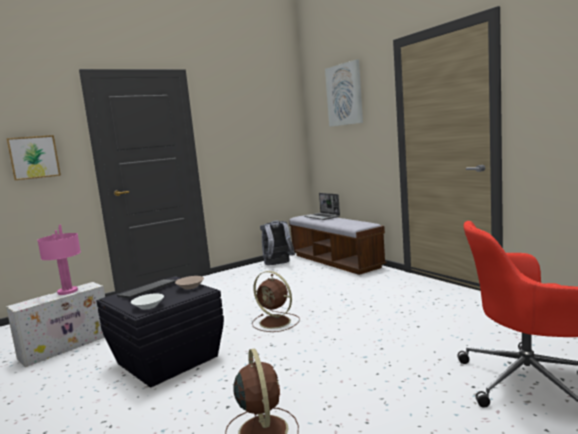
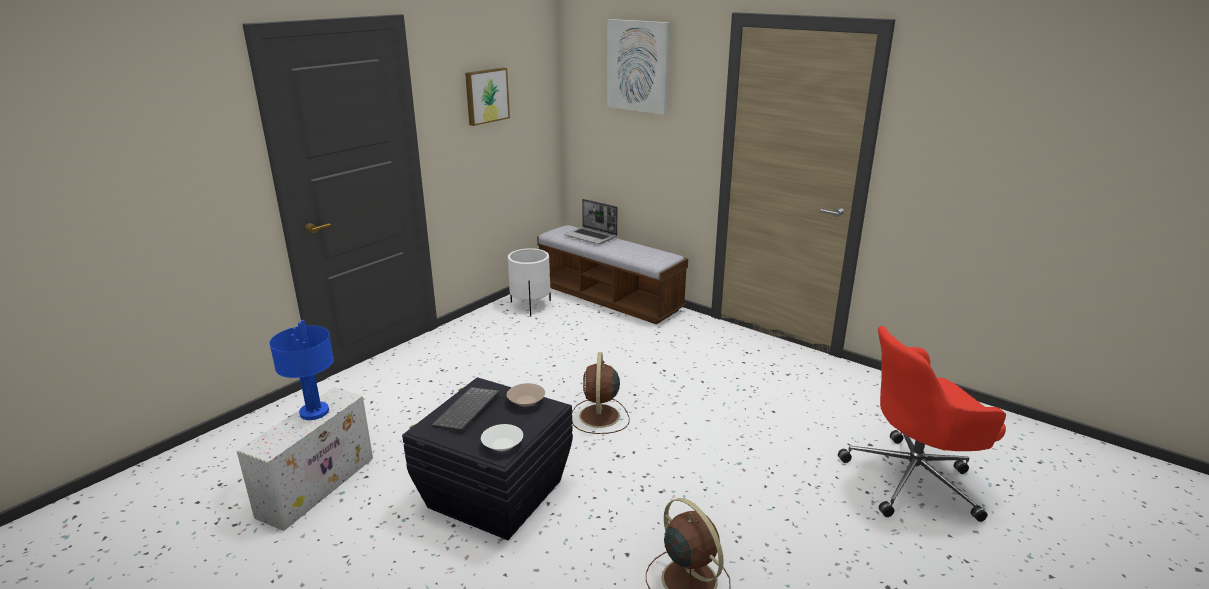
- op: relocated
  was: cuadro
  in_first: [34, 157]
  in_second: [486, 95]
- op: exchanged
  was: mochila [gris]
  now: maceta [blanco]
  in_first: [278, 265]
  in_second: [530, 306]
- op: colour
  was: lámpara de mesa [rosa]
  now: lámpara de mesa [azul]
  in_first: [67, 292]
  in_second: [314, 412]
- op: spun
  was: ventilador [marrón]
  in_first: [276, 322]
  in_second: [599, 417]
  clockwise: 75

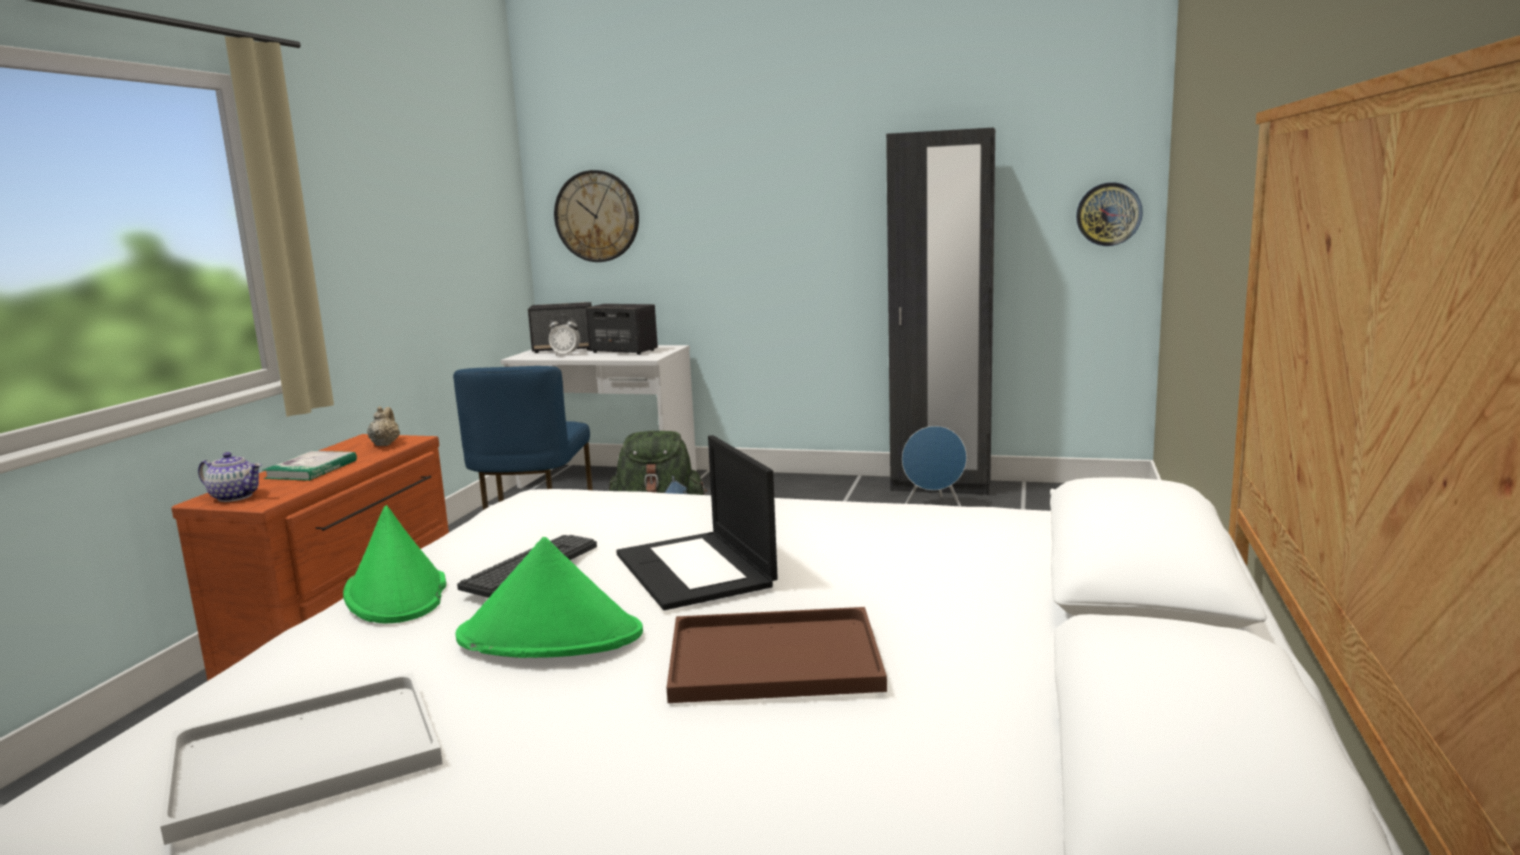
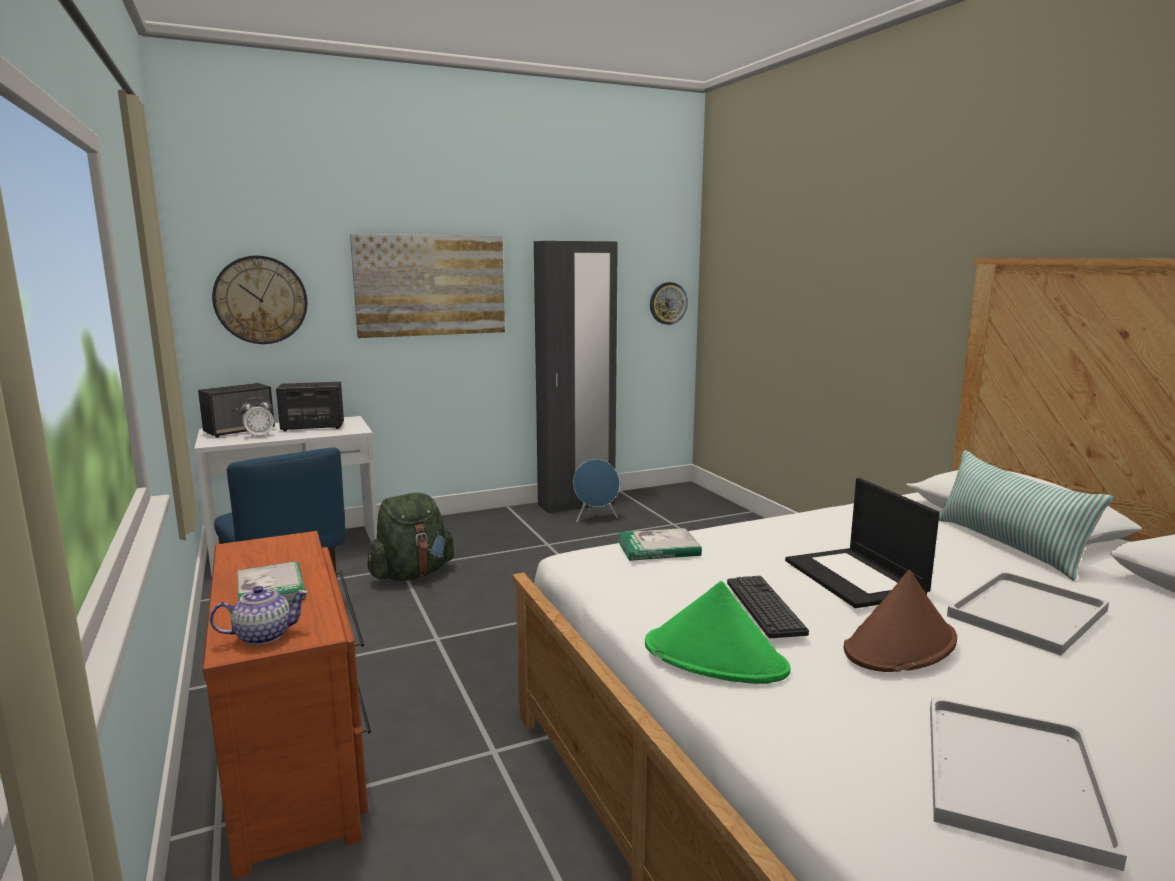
- op: missing
  was: tetera [beis]
  in_first: [385, 444]
- op: appeared
  now: cuadro
  in_second: [431, 285]
- op: appeared
  now: libro
  in_second: [658, 548]
- op: appeared
  now: cojín
  in_second: [1008, 546]
- op: colour
  was: sombrero [verde]
  now: sombrero [marrón]
  in_first: [551, 636]
  in_second: [900, 645]
- op: colour
  was: bandeja [marrón]
  now: bandeja [blanco]
  in_first: [778, 657]
  in_second: [1027, 612]
- op: spun
  was: portátil
  in_first: [696, 570]
  in_second: [856, 578]
  clockwise: 45

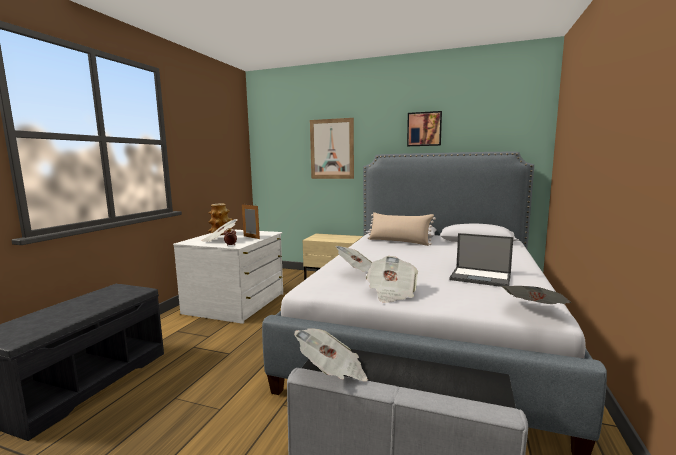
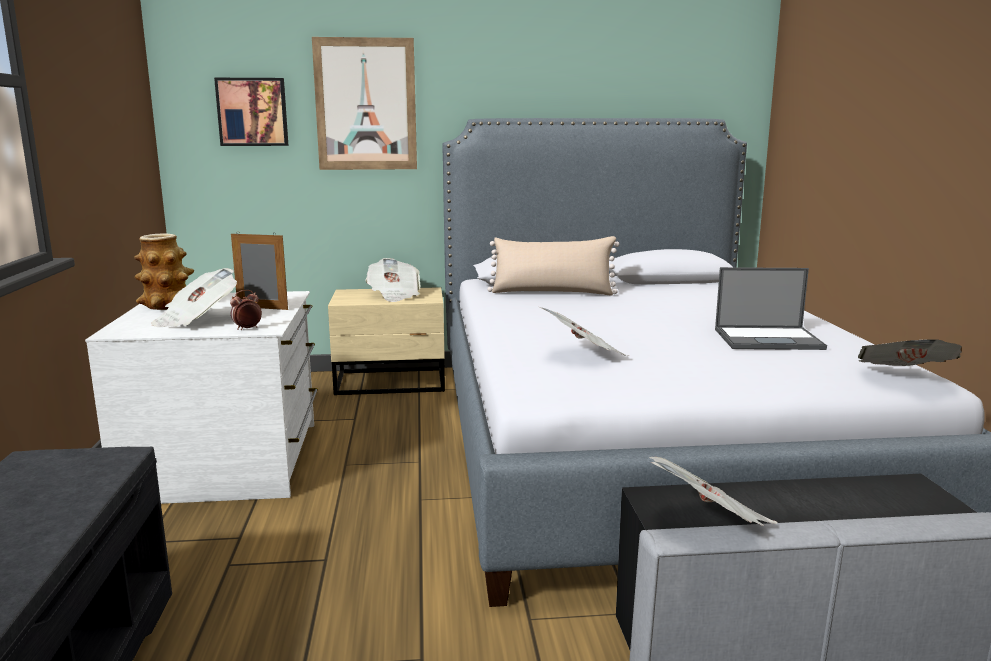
- op: relocated
  was: periódico
  in_first: [391, 293]
  in_second: [394, 295]
- op: relocated
  was: cuadro
  in_first: [424, 129]
  in_second: [252, 112]

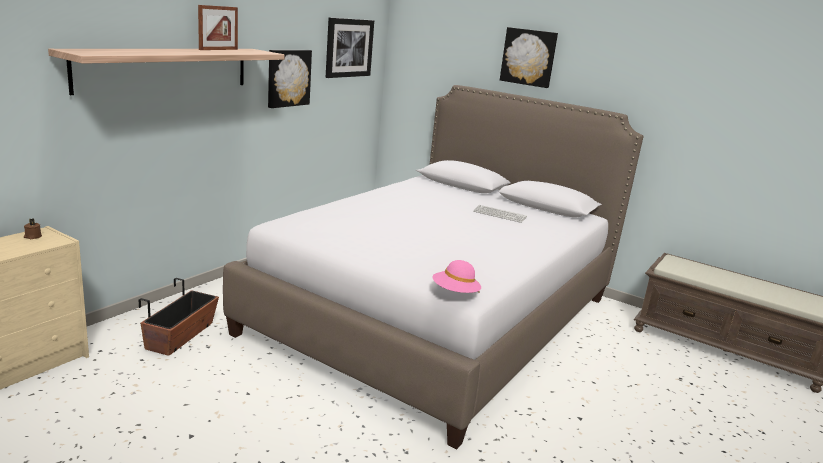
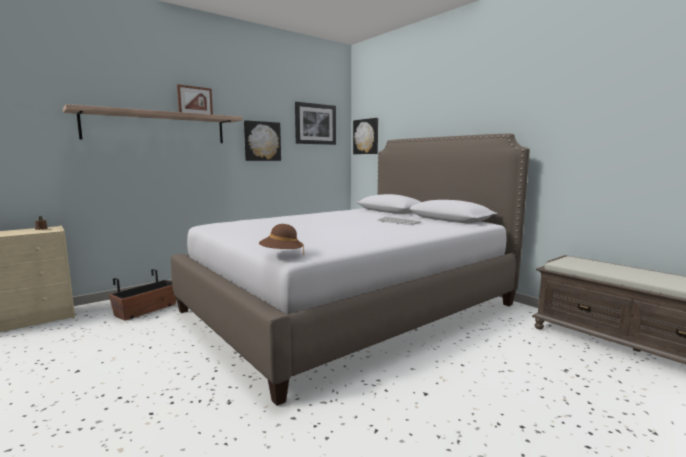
- op: relocated
  was: cuadro
  in_first: [529, 57]
  in_second: [366, 136]
- op: colour
  was: sombrero [rosa]
  now: sombrero [marrón]
  in_first: [455, 293]
  in_second: [281, 255]

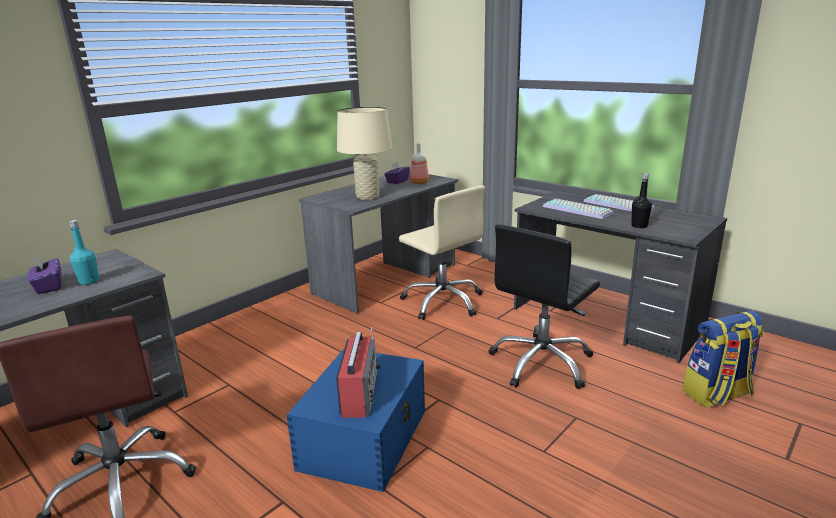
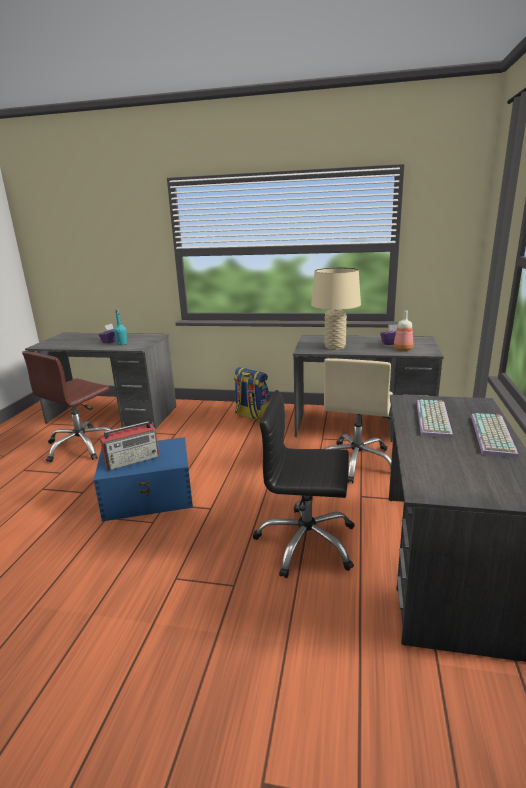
- op: missing
  was: botella [negro]
  in_first: [639, 226]
- op: relocated
  was: mochila
  in_first: [717, 395]
  in_second: [252, 416]

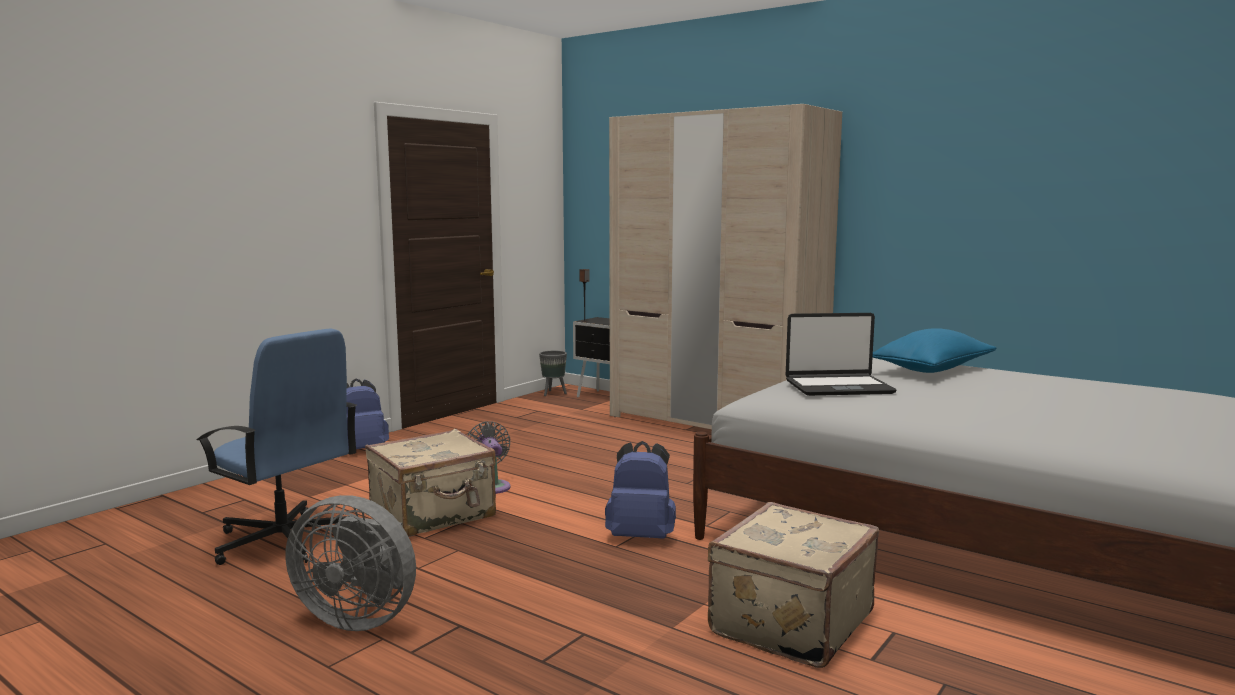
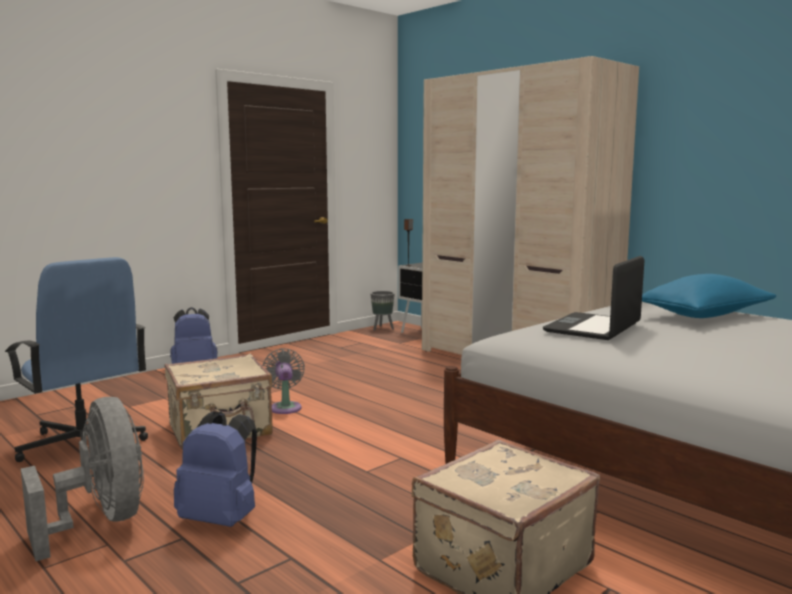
- op: relocated
  was: mochila [azul]
  in_first: [641, 536]
  in_second: [222, 519]
- op: spun
  was: ventilador [gris]
  in_first: [360, 617]
  in_second: [101, 521]
  clockwise: -150
- op: spun
  was: portátil
  in_first: [838, 387]
  in_second: [593, 328]
  clockwise: 120

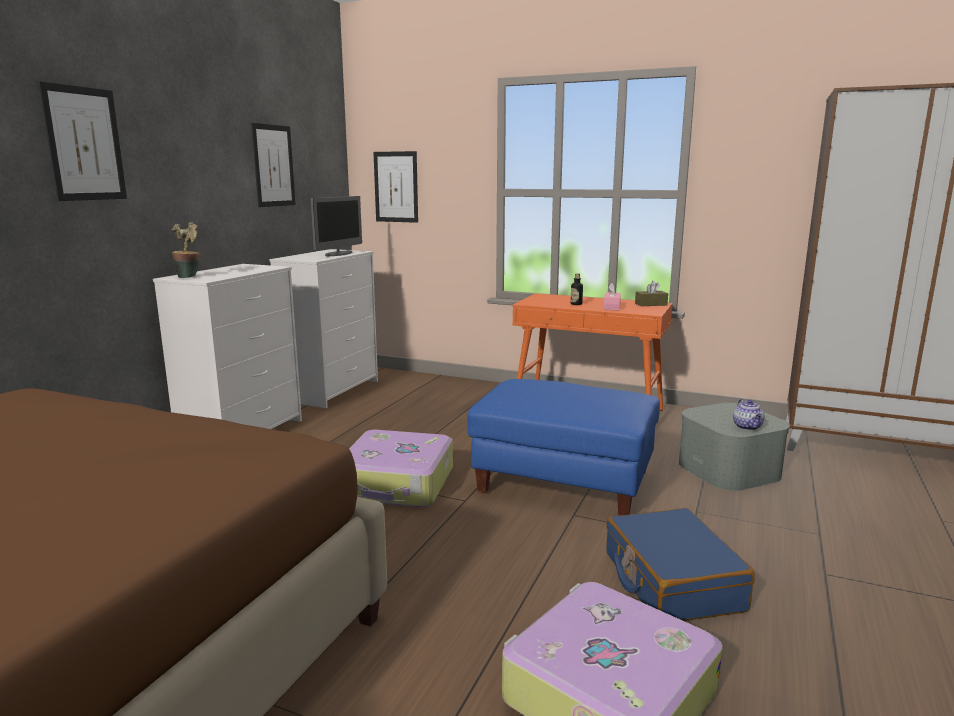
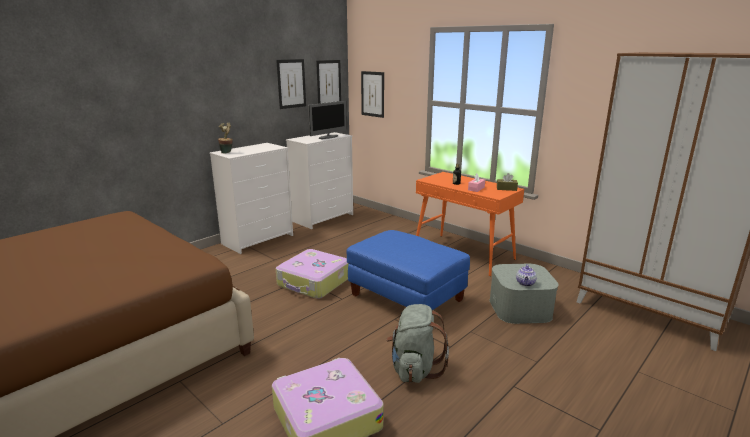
- op: relocated
  was: cuadro
  in_first: [84, 144]
  in_second: [328, 83]
- op: exchanged
  was: maleta [azul]
  now: mochila [gris]
  in_first: [671, 581]
  in_second: [414, 369]

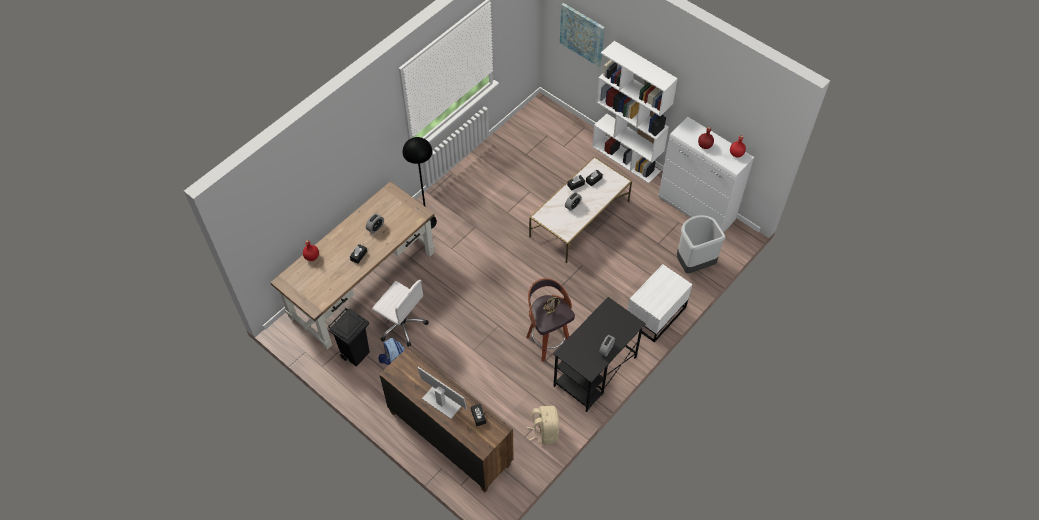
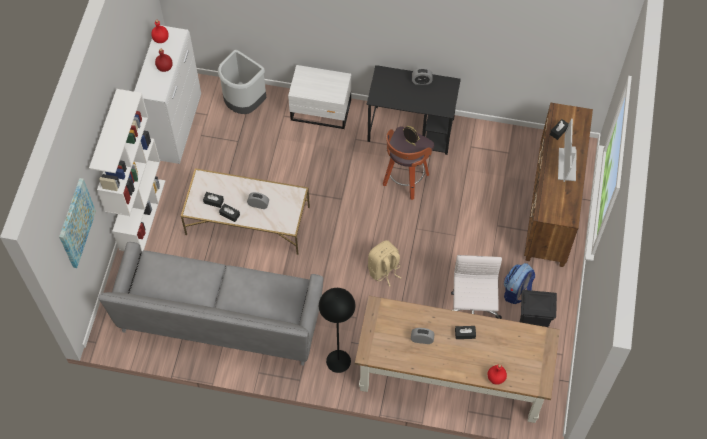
- op: appeared
  now: sofá [gris]
  in_second: [220, 318]
- op: relocated
  was: mochila [beis]
  in_first: [544, 431]
  in_second: [384, 270]

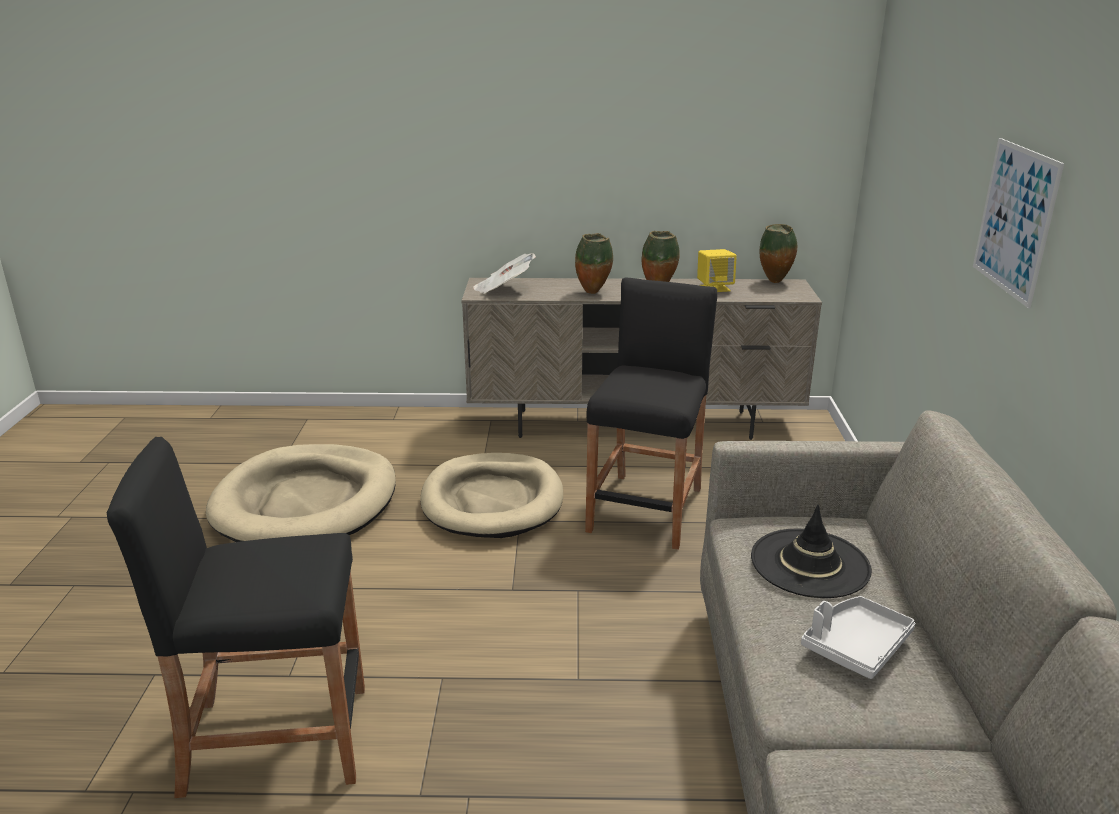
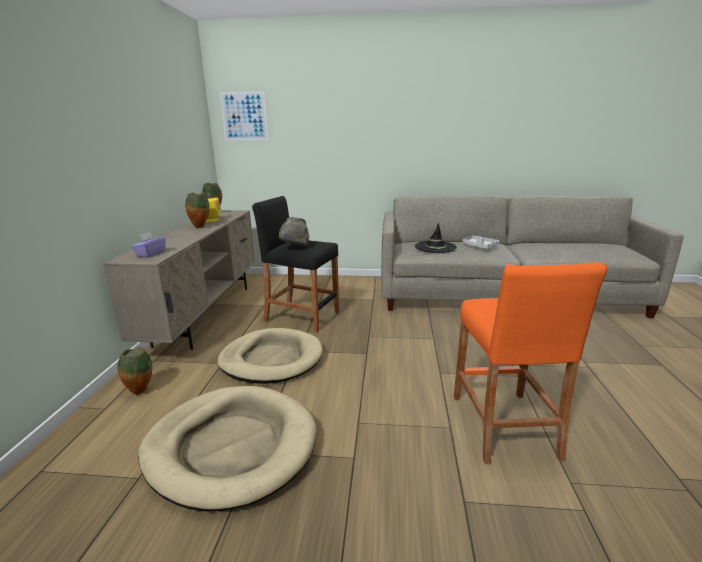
- op: appeared
  now: sombrero [gris]
  in_second: [294, 248]
- op: relocated
  was: florero
  in_first: [593, 293]
  in_second: [140, 391]
- op: relocated
  was: cuadro
  in_first: [1014, 220]
  in_second: [244, 116]
- op: exchanged
  was: periódico
  now: caja de pañuelos [morado]
  in_first: [503, 290]
  in_second: [151, 254]
- op: colour
  was: taburete [negro]
  now: taburete [naranja]
  in_first: [276, 739]
  in_second: [503, 425]

